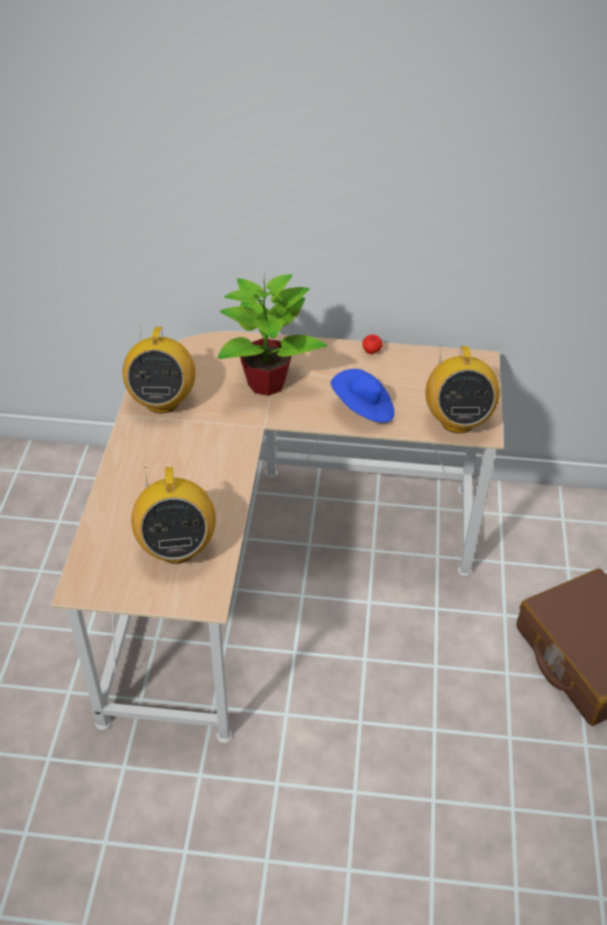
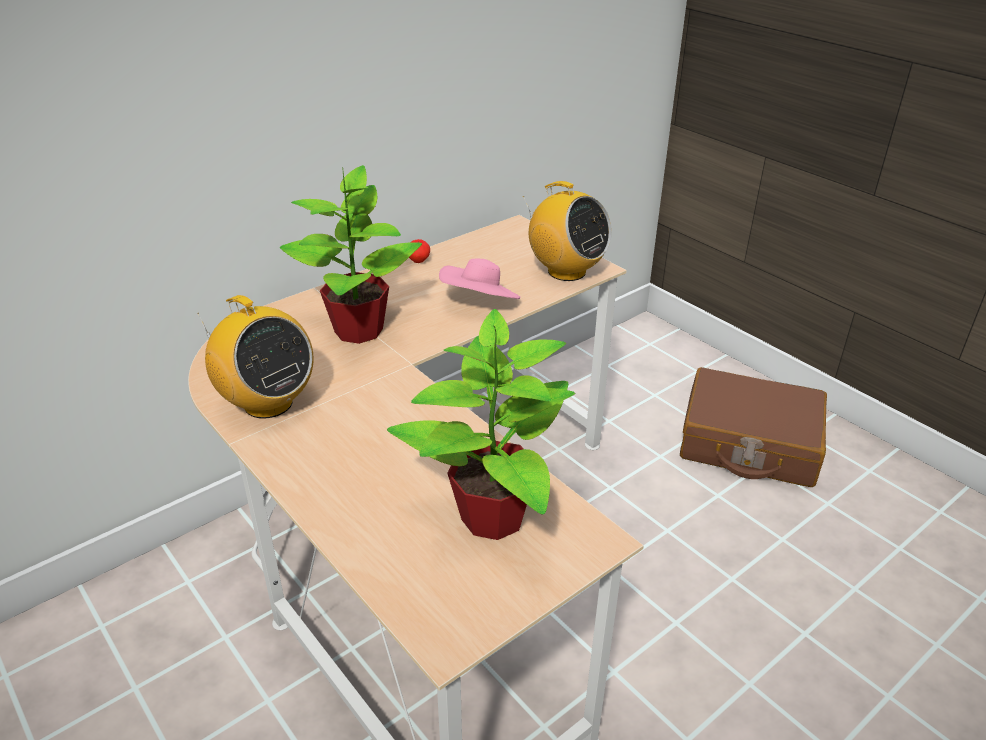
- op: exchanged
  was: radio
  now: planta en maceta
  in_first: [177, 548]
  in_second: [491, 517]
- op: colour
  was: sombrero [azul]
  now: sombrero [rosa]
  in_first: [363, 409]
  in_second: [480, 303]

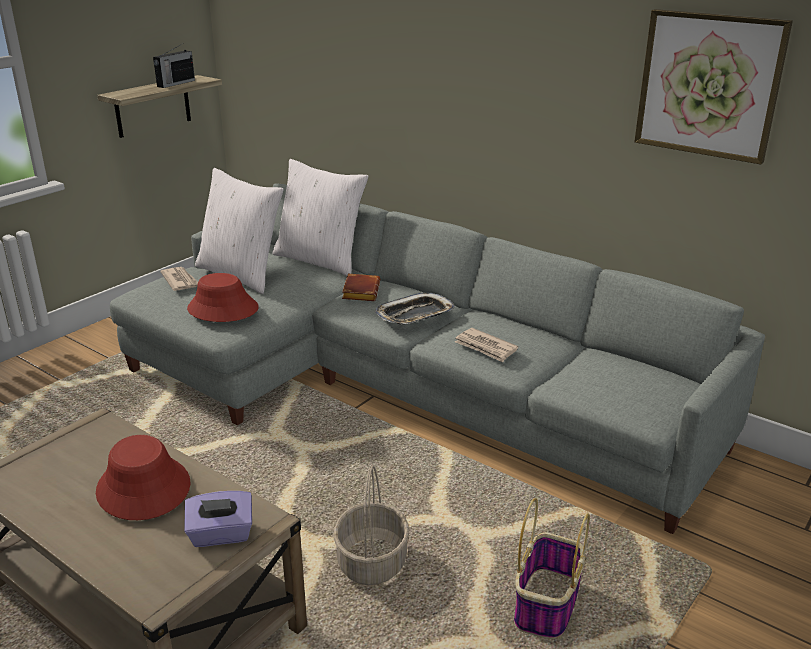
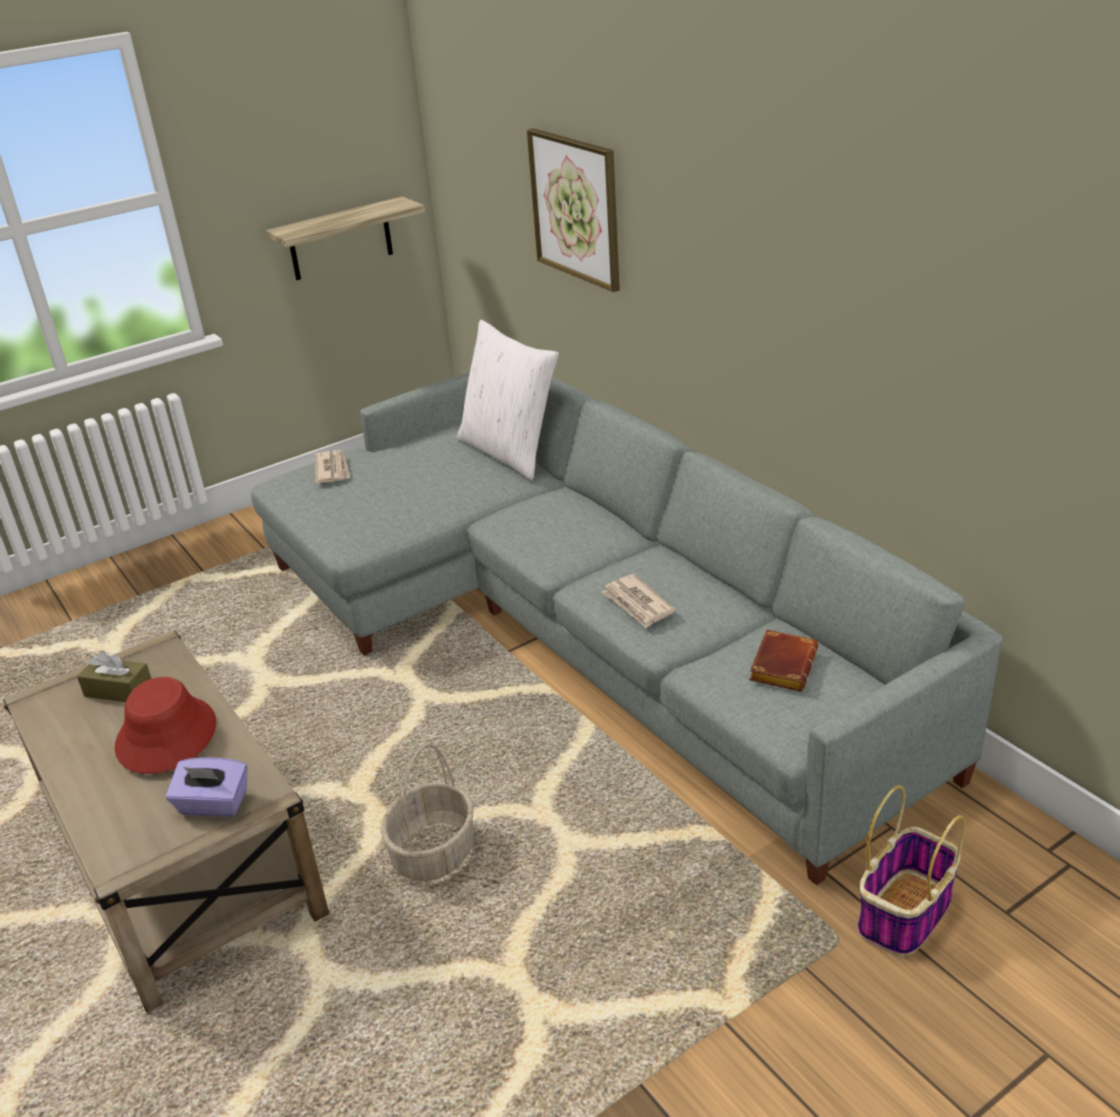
- op: missing
  was: radio
  in_first: [175, 83]
- op: missing
  was: sombrero [rojo]
  in_first: [222, 309]
- op: missing
  was: cojín [blanco]
  in_first: [241, 274]
- op: missing
  was: bandeja
  in_first: [415, 315]
- op: appeared
  now: caja de pañuelos [marrón]
  in_second: [118, 690]
- op: relocated
  was: libro [marrón]
  in_first: [360, 291]
  in_second: [781, 665]
- op: relocated
  was: cesta
  in_first: [546, 606]
  in_second: [904, 915]
- op: relocated
  was: cuadro
  in_first: [708, 85]
  in_second: [576, 208]

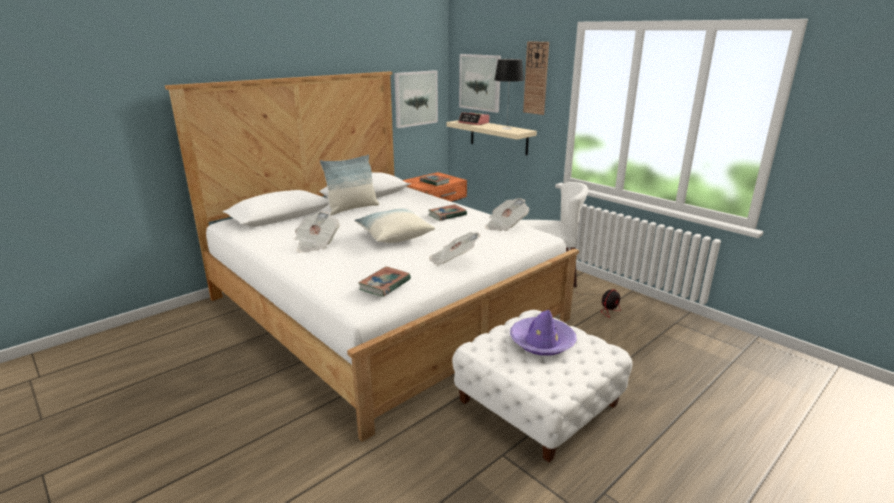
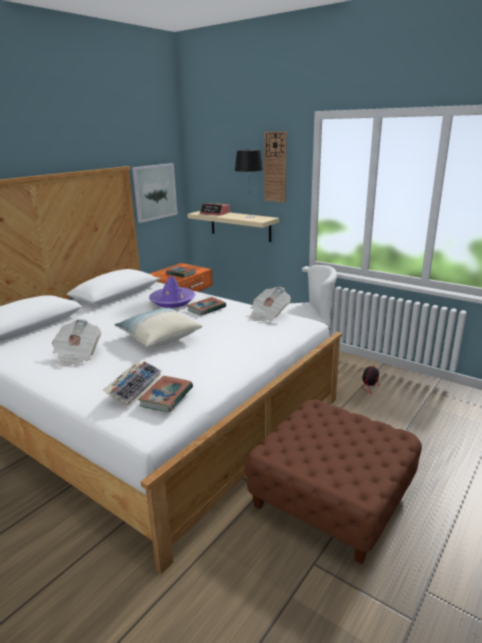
- op: missing
  was: cojín
  in_first: [352, 208]
- op: missing
  was: periódico
  in_first: [453, 261]
- op: missing
  was: cuadro
  in_first: [480, 82]
- op: appeared
  now: teclado
  in_second: [134, 387]
- op: relocated
  was: sombrero [morado]
  in_first: [542, 342]
  in_second: [172, 301]
- op: colour
  was: puf [blanco]
  now: puf [marrón]
  in_first: [538, 402]
  in_second: [331, 496]

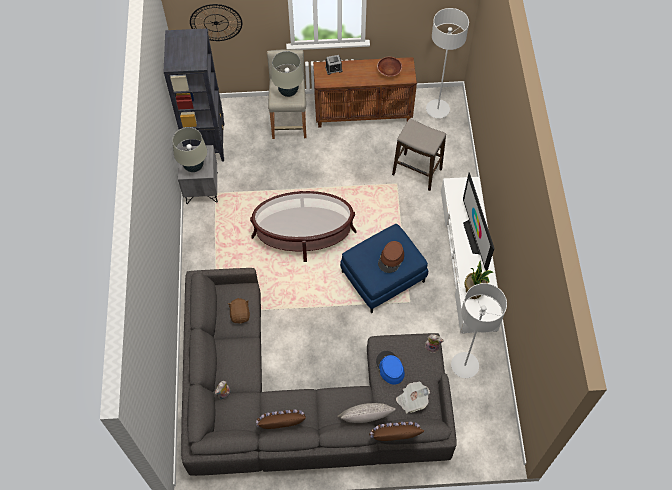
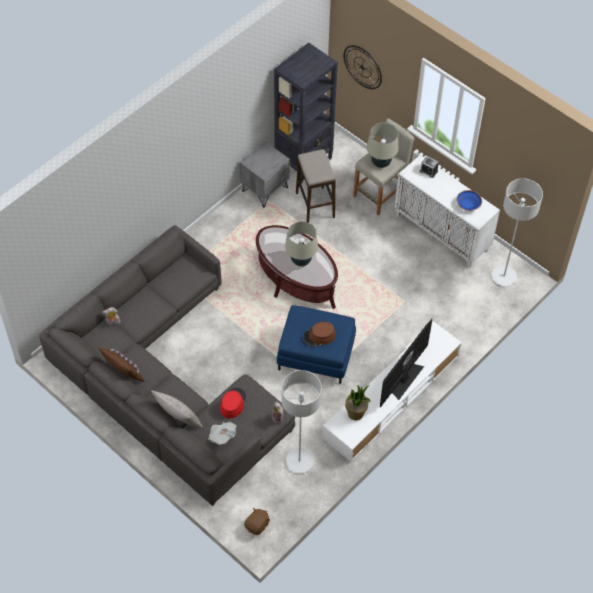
- op: missing
  was: cojín [marrón]
  in_first: [394, 439]
- op: relocated
  was: lámpara de mesa [beis]
  in_first: [194, 166]
  in_second: [301, 261]
- op: relocated
  was: peluche [marrón]
  in_first: [240, 314]
  in_second: [257, 525]
- op: relocated
  was: taburete
  in_first: [417, 172]
  in_second: [315, 205]
- op: colour
  was: armario [marrón]
  now: armario [blanco]
  in_first: [363, 113]
  in_second: [442, 233]
- op: colour
  was: sombrero [azul]
  now: sombrero [rojo]
  in_first: [390, 368]
  in_second: [233, 403]
- op: colour
  was: cuenco [marrón]
  now: cuenco [azul]
  in_first: [389, 71]
  in_second: [468, 205]

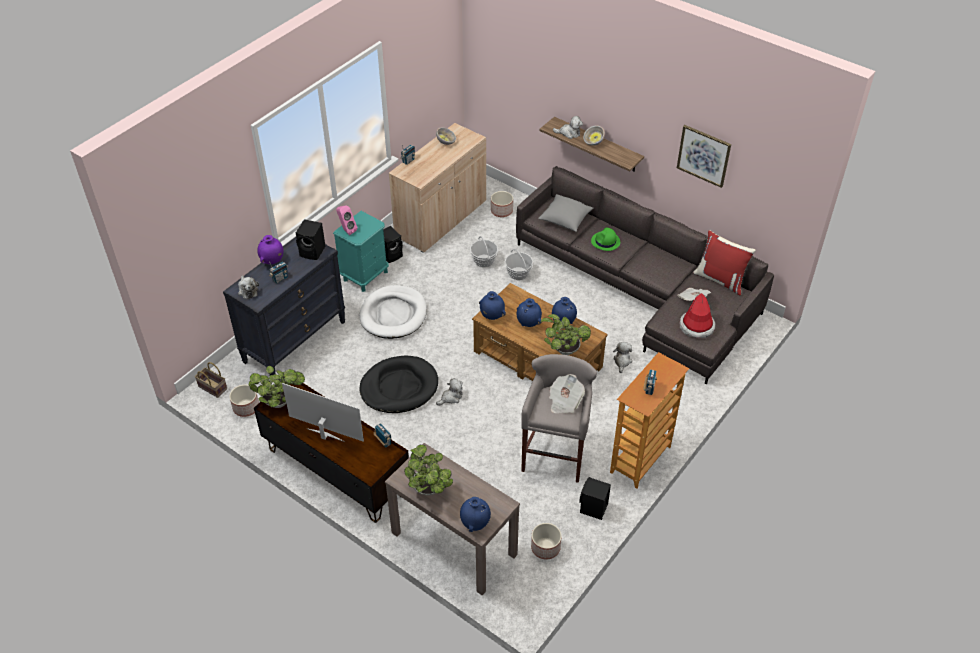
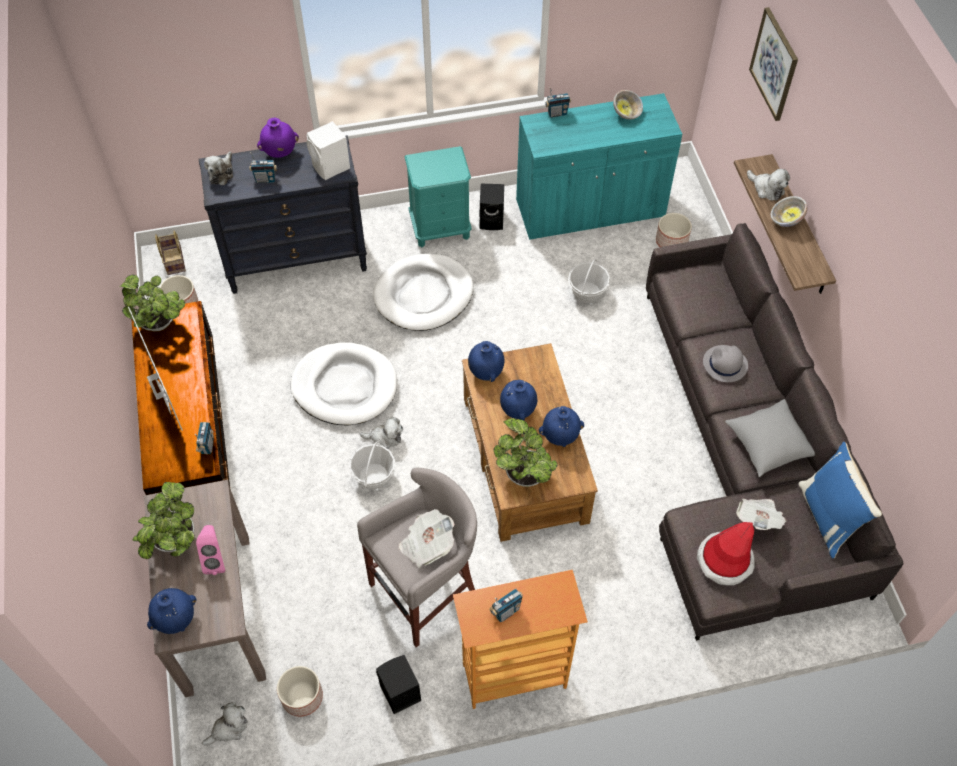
- op: relocated
  was: altavoz [rosa]
  in_first: [347, 230]
  in_second: [216, 560]
- op: relocated
  was: cesta
  in_first: [518, 273]
  in_second: [374, 476]
- op: relocated
  was: cojín [gris]
  in_first: [565, 220]
  in_second: [768, 445]
- op: relocated
  was: peluche
  in_first: [622, 361]
  in_second: [229, 728]
- op: relocated
  was: cuadro
  in_first: [704, 155]
  in_second: [774, 64]
- op: colour
  was: altavoz [negro]
  now: altavoz [blanco]
  in_first: [313, 252]
  in_second: [331, 167]
- op: colour
  was: cama para perro [negro]
  now: cama para perro [blanco]
  in_first: [399, 387]
  in_second: [345, 386]
- op: colour
  was: armario [beis]
  now: armario [turquesa]
  in_first: [441, 219]
  in_second: [590, 209]
- op: colour
  was: sombrero [verde]
  now: sombrero [gris]
  in_first: [605, 242]
  in_second: [724, 364]
- op: colour
  was: cojín [rojo]
  now: cojín [azul]
  in_first: [720, 279]
  in_second: [828, 517]

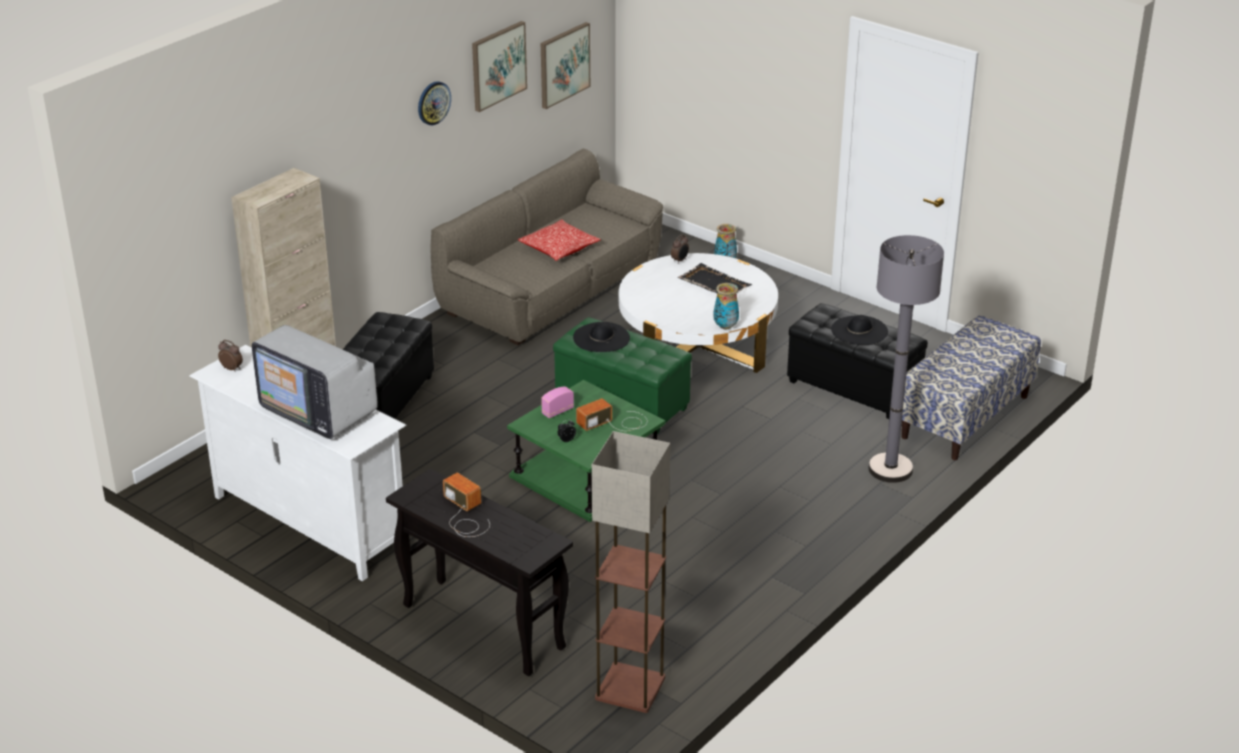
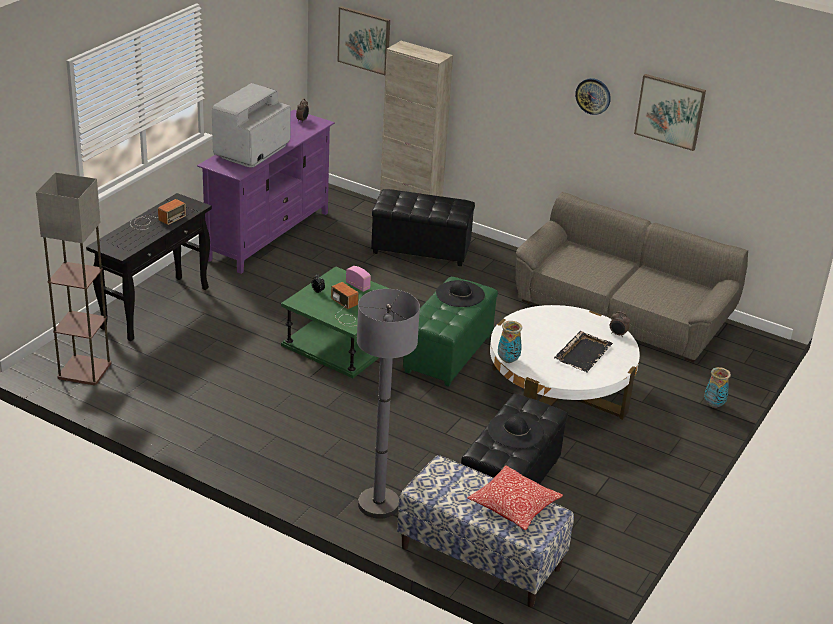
- op: relocated
  was: cojín
  in_first: [559, 249]
  in_second: [514, 506]
- op: relocated
  was: cuadro
  in_first: [564, 64]
  in_second: [364, 40]
- op: colour
  was: mueble de televisión [blanco]
  now: mueble de televisión [morado]
  in_first: [308, 523]
  in_second: [268, 235]

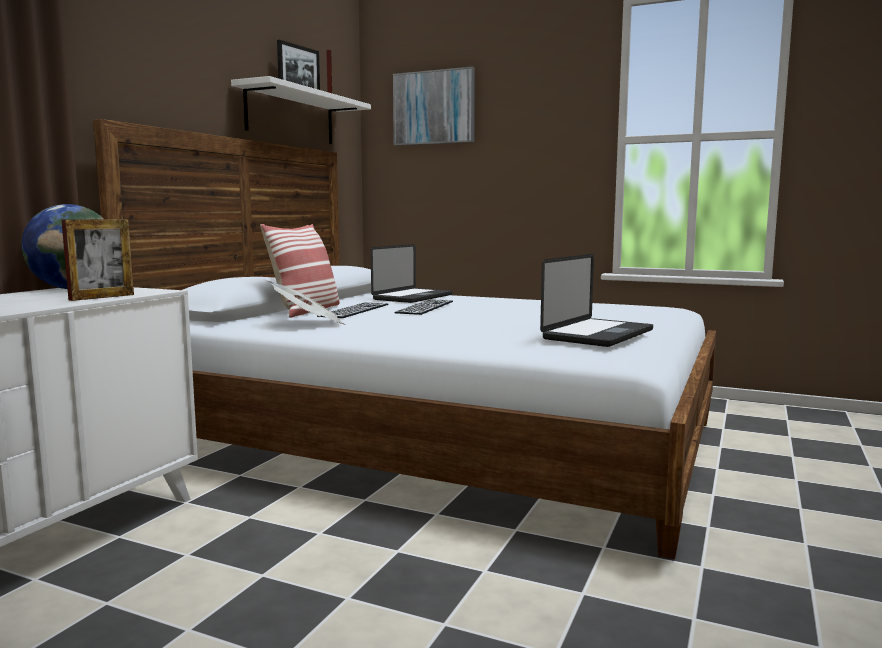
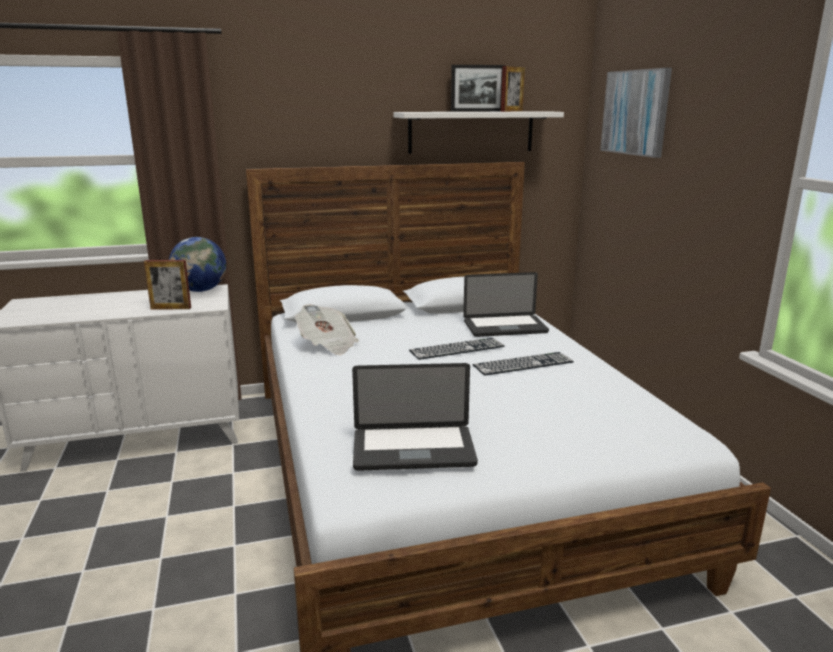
- op: missing
  was: cojín
  in_first: [306, 310]
- op: relocated
  was: teclado
  in_first: [354, 310]
  in_second: [523, 364]

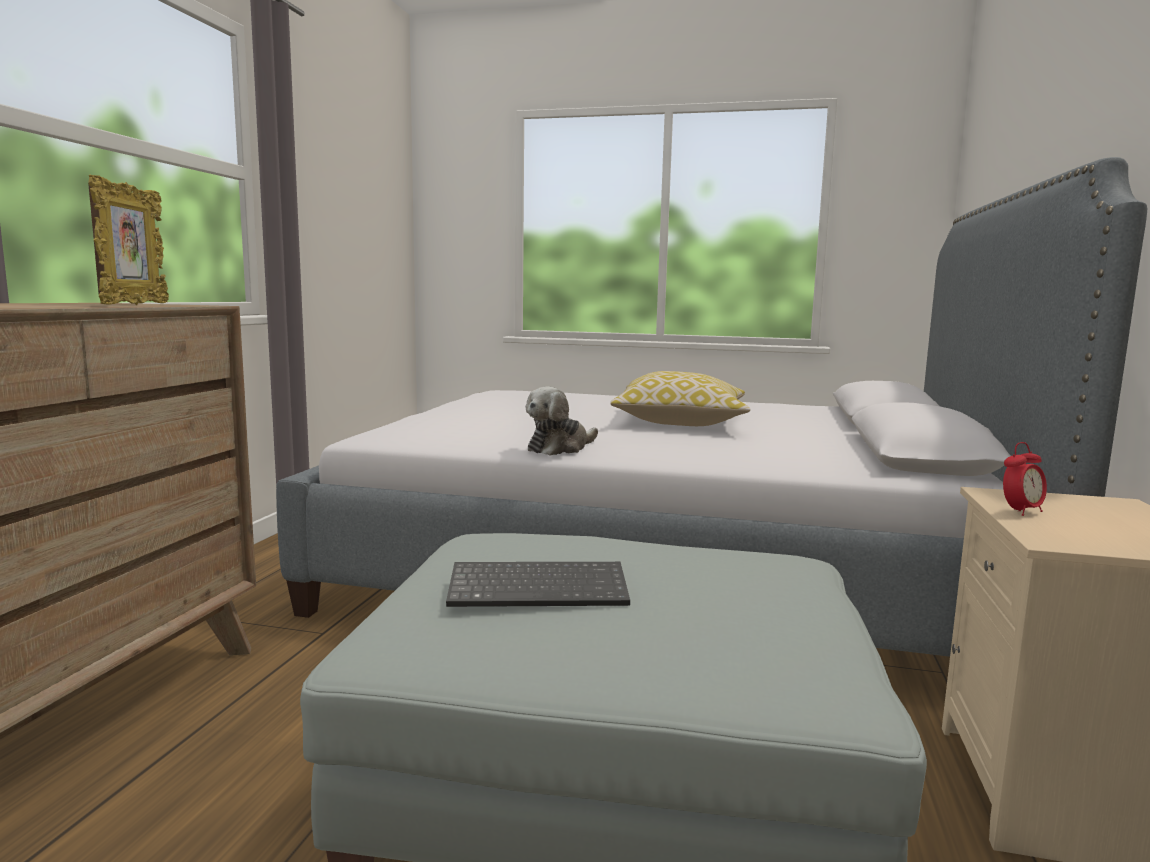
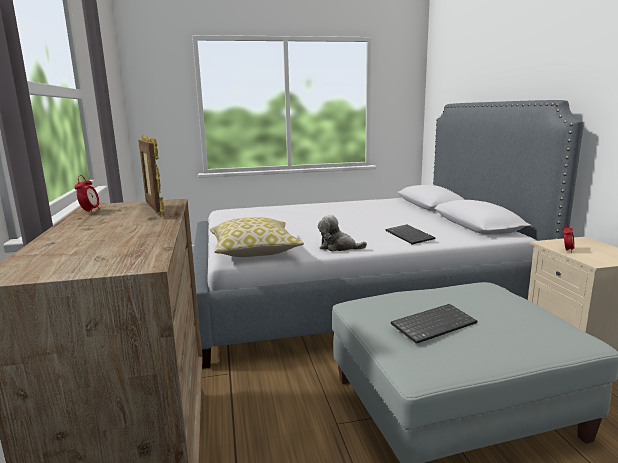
- op: appeared
  now: despertador
  in_second: [90, 211]
- op: appeared
  now: teclado
  in_second: [410, 236]
- op: relocated
  was: cojín
  in_first: [681, 421]
  in_second: [254, 251]
- op: spun
  was: peluche
  in_first: [560, 448]
  in_second: [338, 247]
  clockwise: 90

